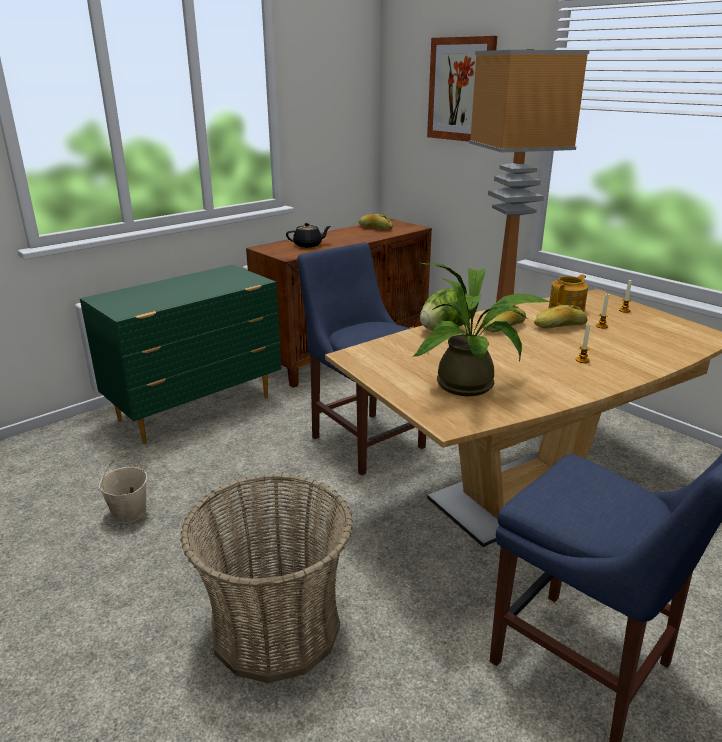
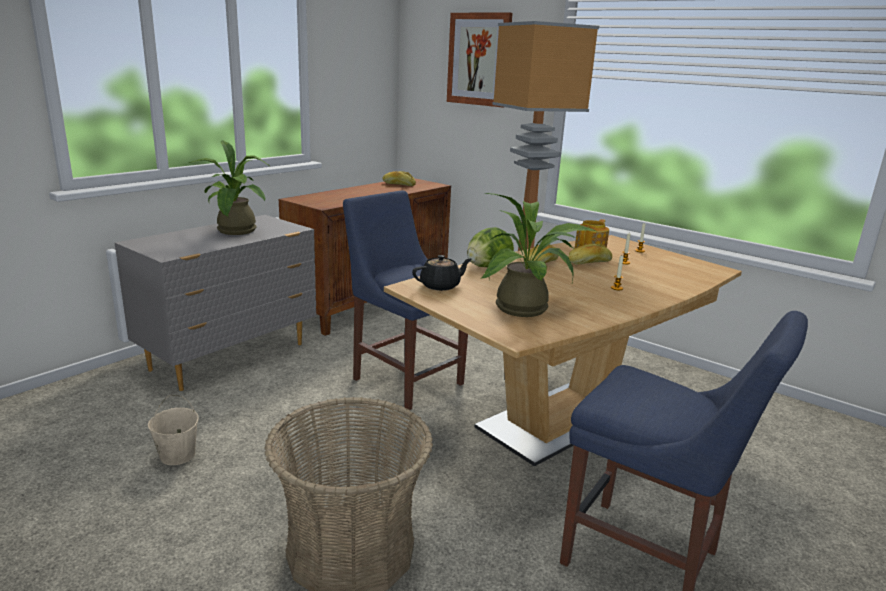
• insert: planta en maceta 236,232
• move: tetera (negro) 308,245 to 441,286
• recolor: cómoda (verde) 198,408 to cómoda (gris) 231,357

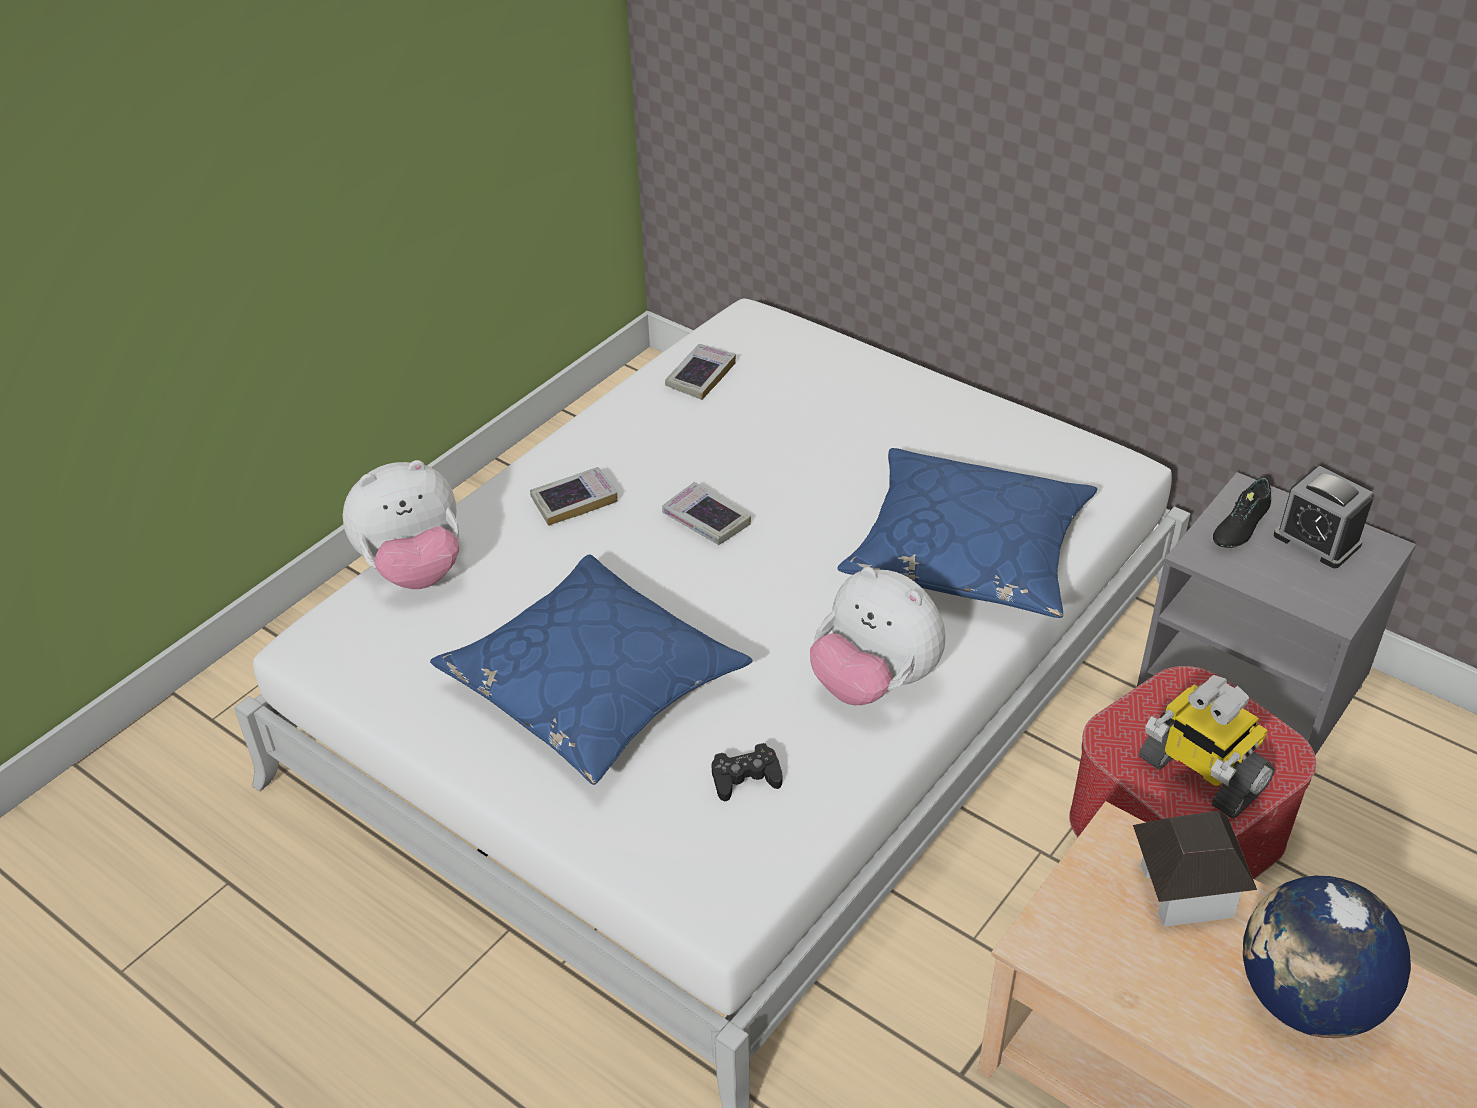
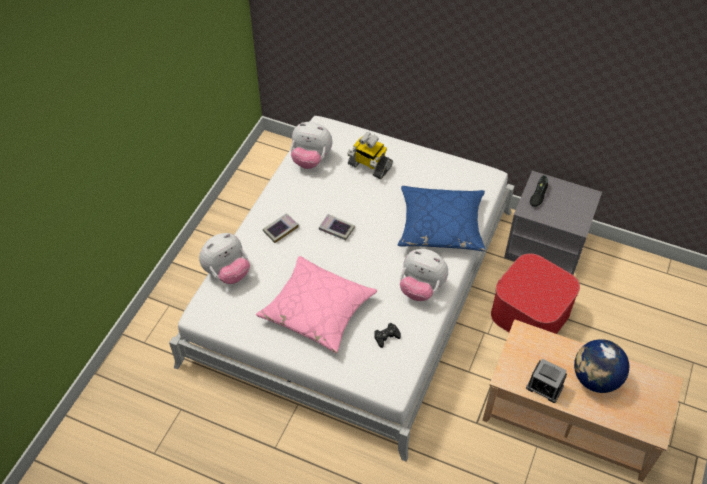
• delete: casita 1184,891
• move: robot de juguete 1200,773 to 369,166
• move: despertador 1317,540 to 544,387
• replace: libro 700,376 to peluche 311,159
• recolor: cojín (azul) 594,685 to cojín (rosa) 317,310

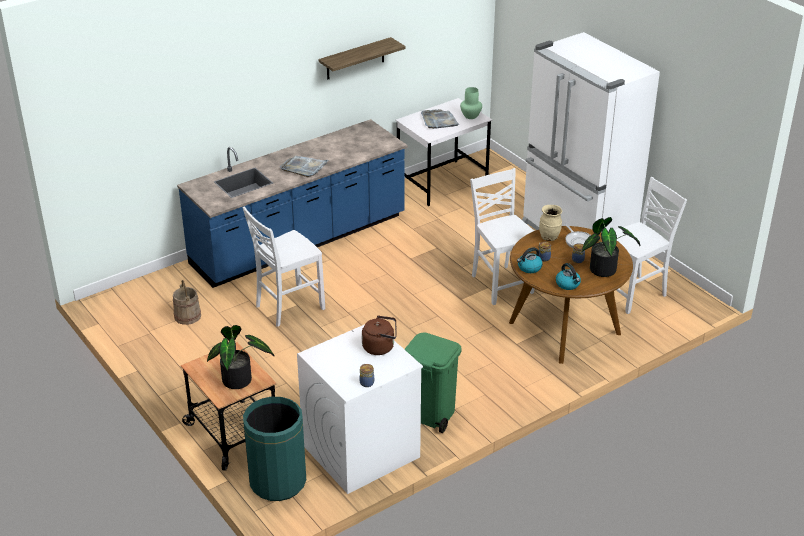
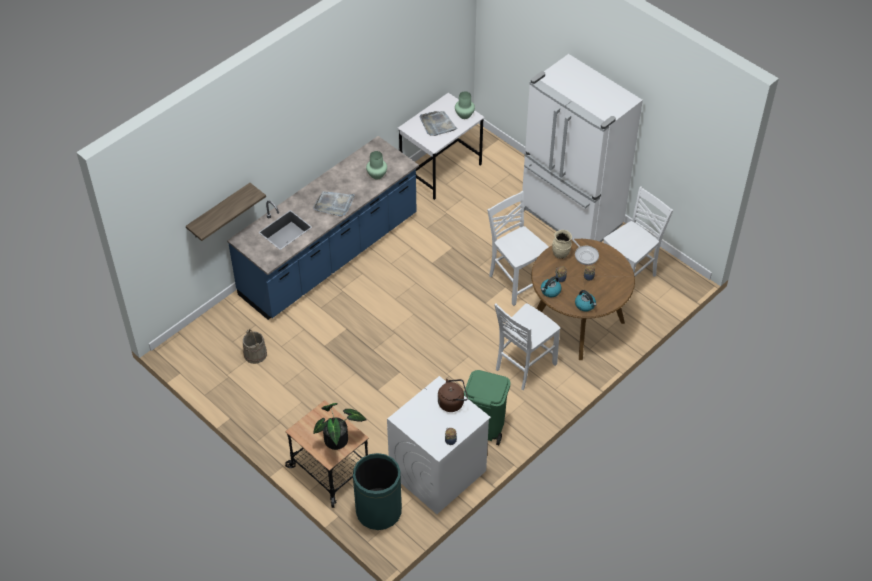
• delete: planta en maceta 606,270
• insert: florero (verde) 376,175
• move: silla (blanco) 288,307 to 524,367
• move: estante 355,59 to 219,211

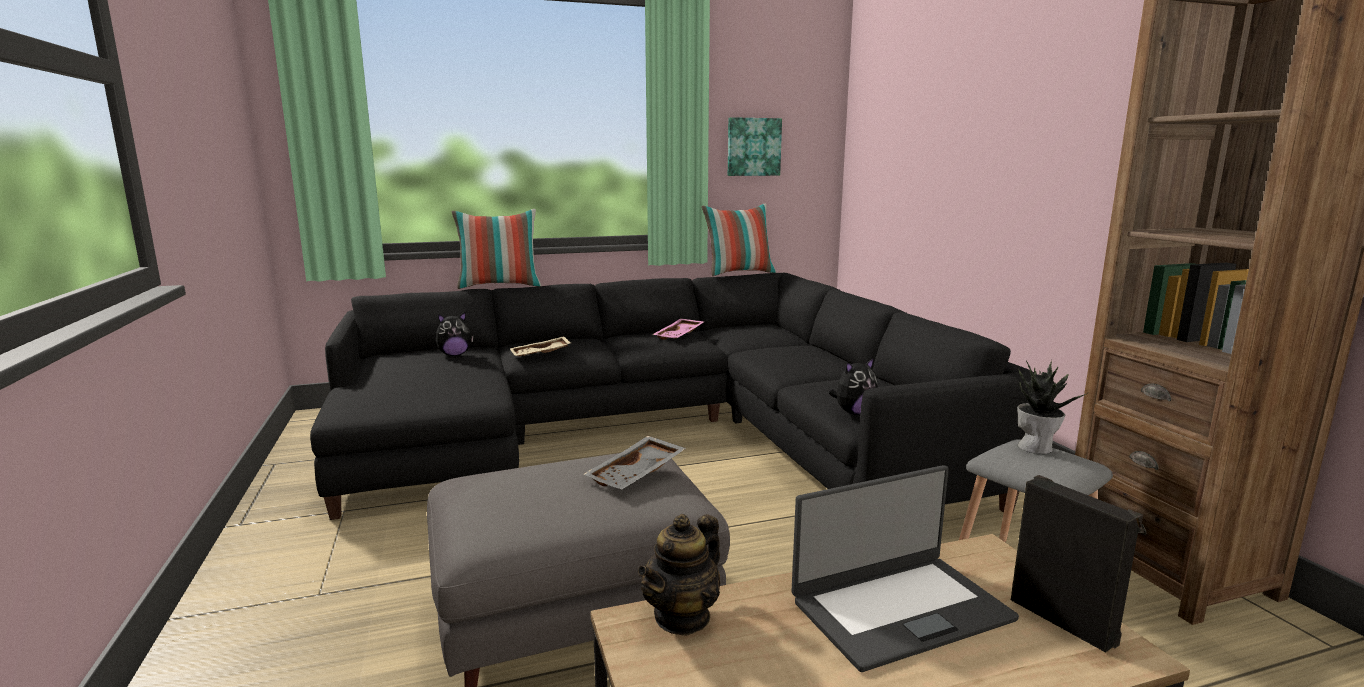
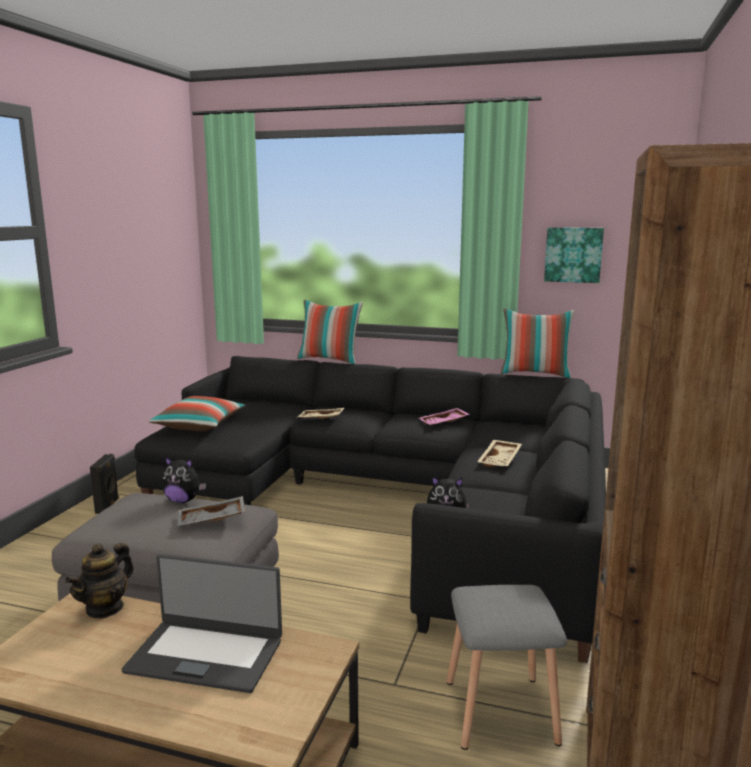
• delete: planta en maceta 1036,447
• insert: cojín 199,426
• insert: bandeja (beis) 500,460
• move: peluche 455,355 to 183,500
• move: altavoz (negro) 1064,620 to 108,506
• rotate: tetera 682,617 = 105,608 45 degrees counterclockwise

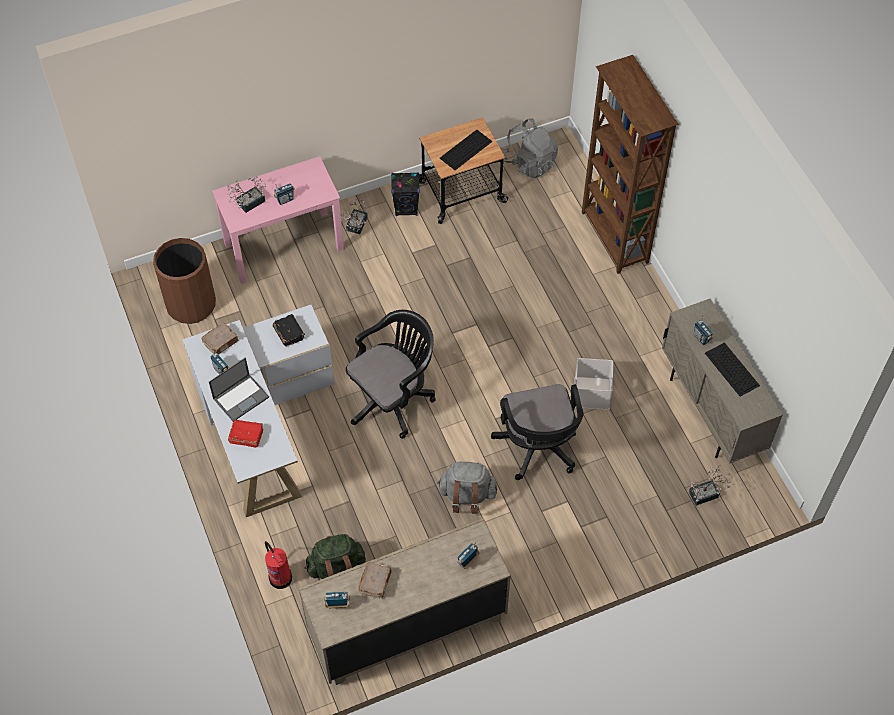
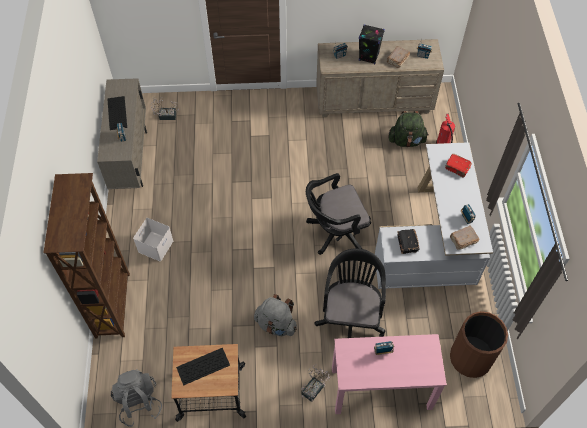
• delete: portátil 241,397
• delete: planta en maceta 248,203
• move: altavoz (negro) 406,208 to 368,57
• move: mochila (gris) 467,495 to 276,324
• move: silla de oficina (negro) 538,448 to 350,317
• move: caja de almacenaje (blanco) 592,393 to 155,245

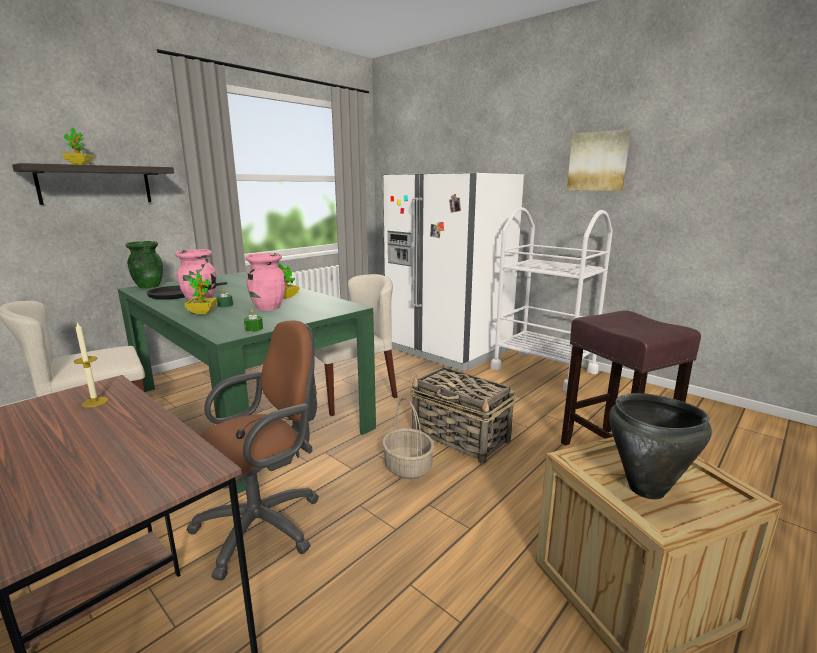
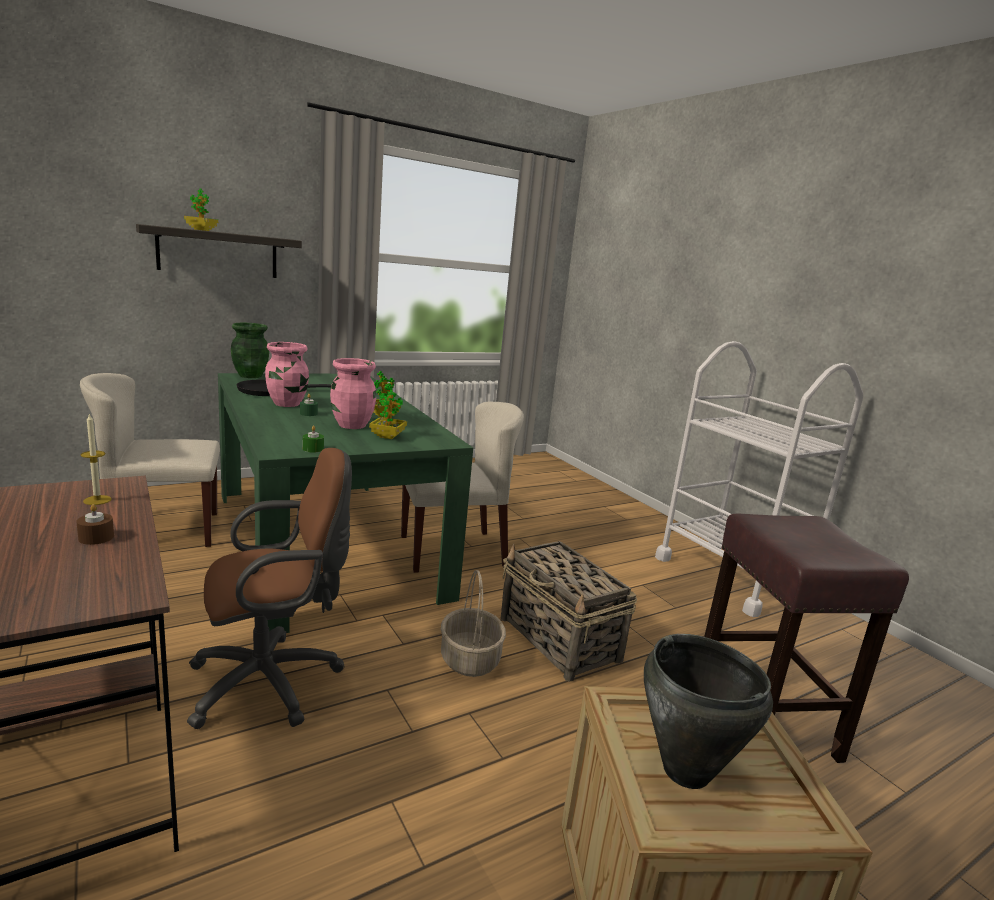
• delete: nevera (blanco) 448,349
• delete: cuadro 598,161
• insert: vela (marrón) 96,537
• move: planta en maceta 202,312 to 387,436

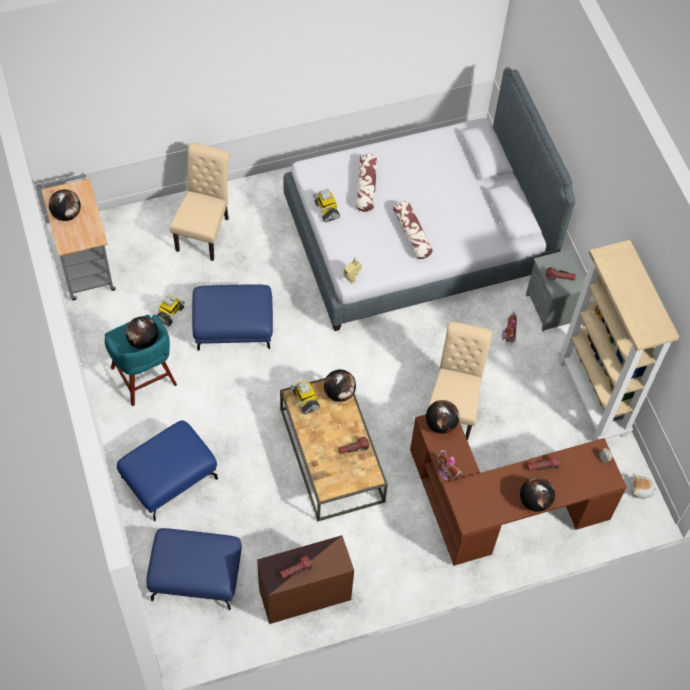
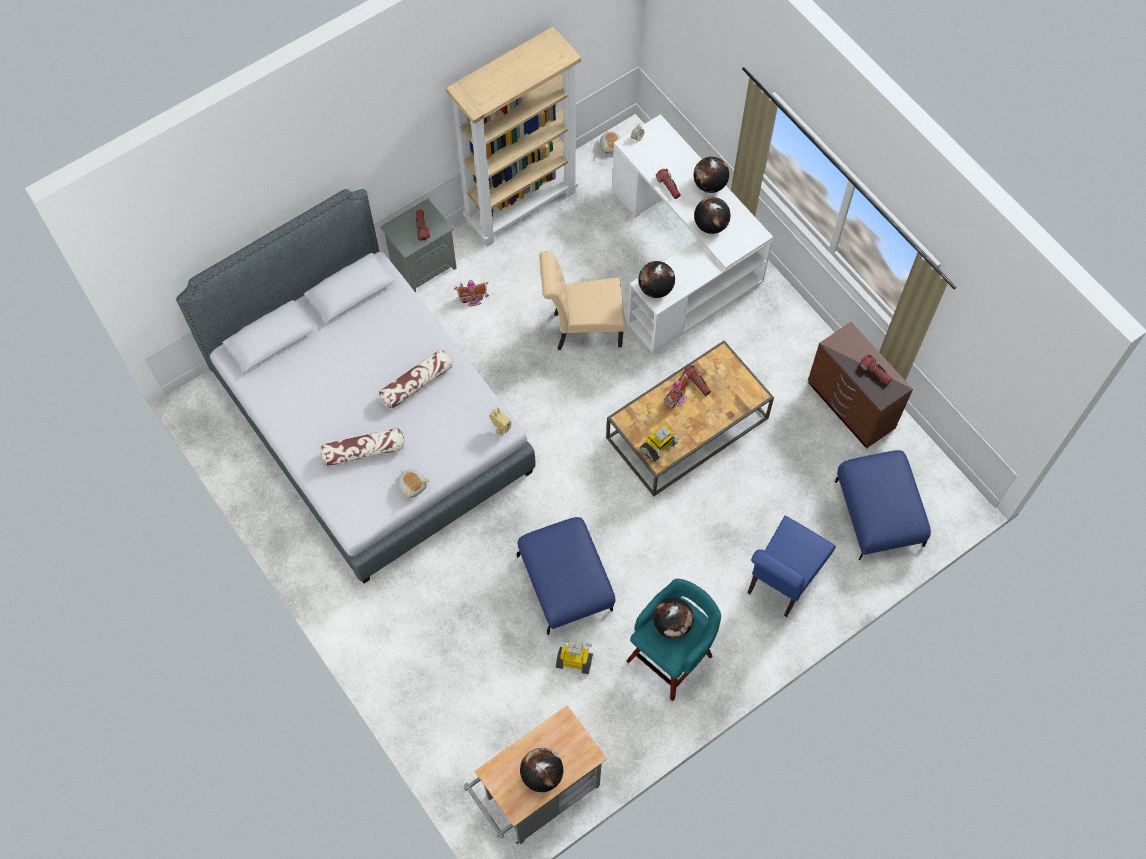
• delete: silla (beis) 204,231
• move: globo terráqueo 339,393 to 710,225
• move: casita 446,472 to 677,399
• replace: puf (azul) 169,477 to silla (azul) 781,582
• replace: robot de juguete 326,210 to peluche 412,485
• recolor: escritorio (marrón) 499,509 to escritorio (blanco) 682,259

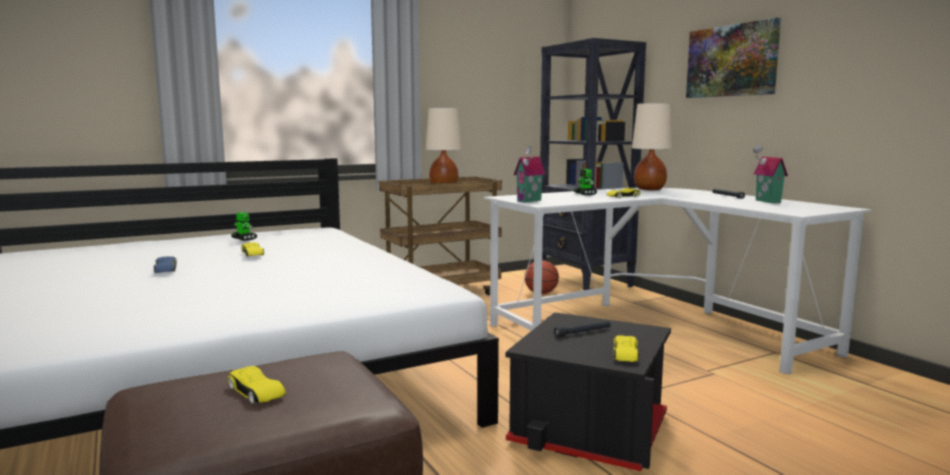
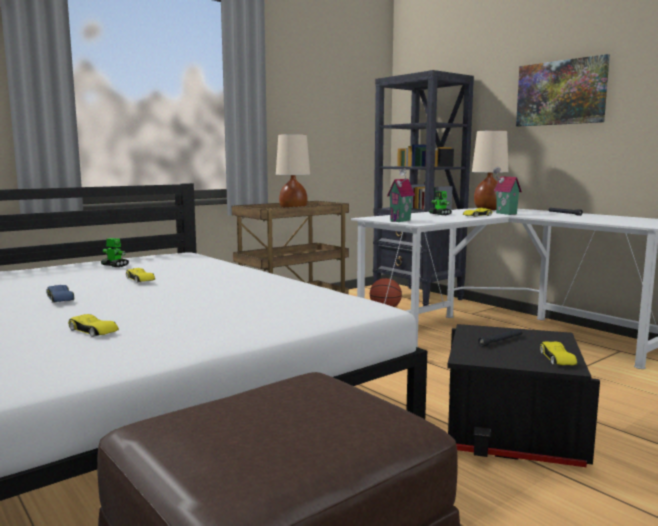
• move: coche de juguete (amarillo) 256,392 to 93,331
• move: casita 766,201 to 505,213

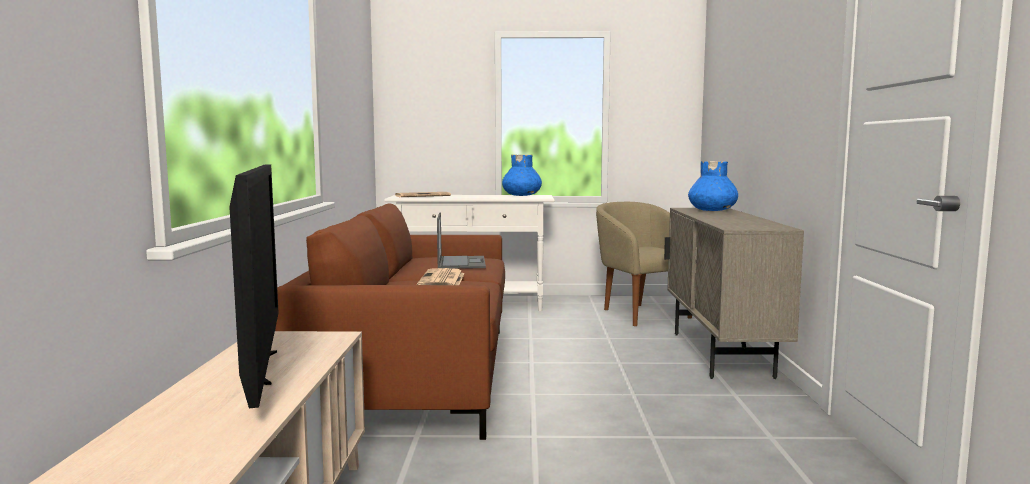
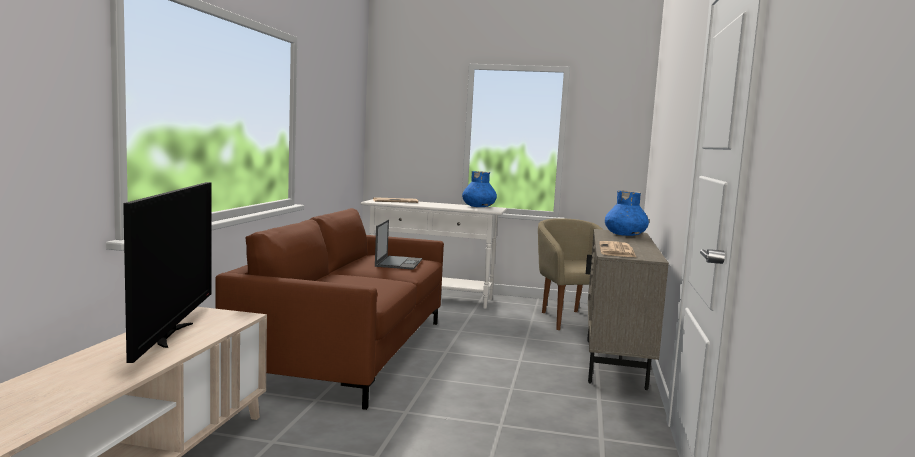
• move: periódico 442,280 to 617,251

